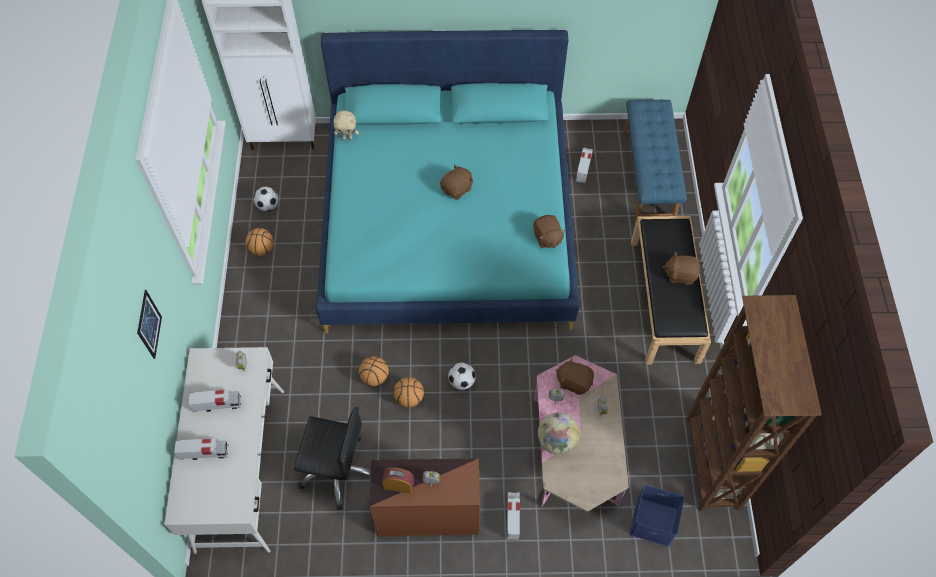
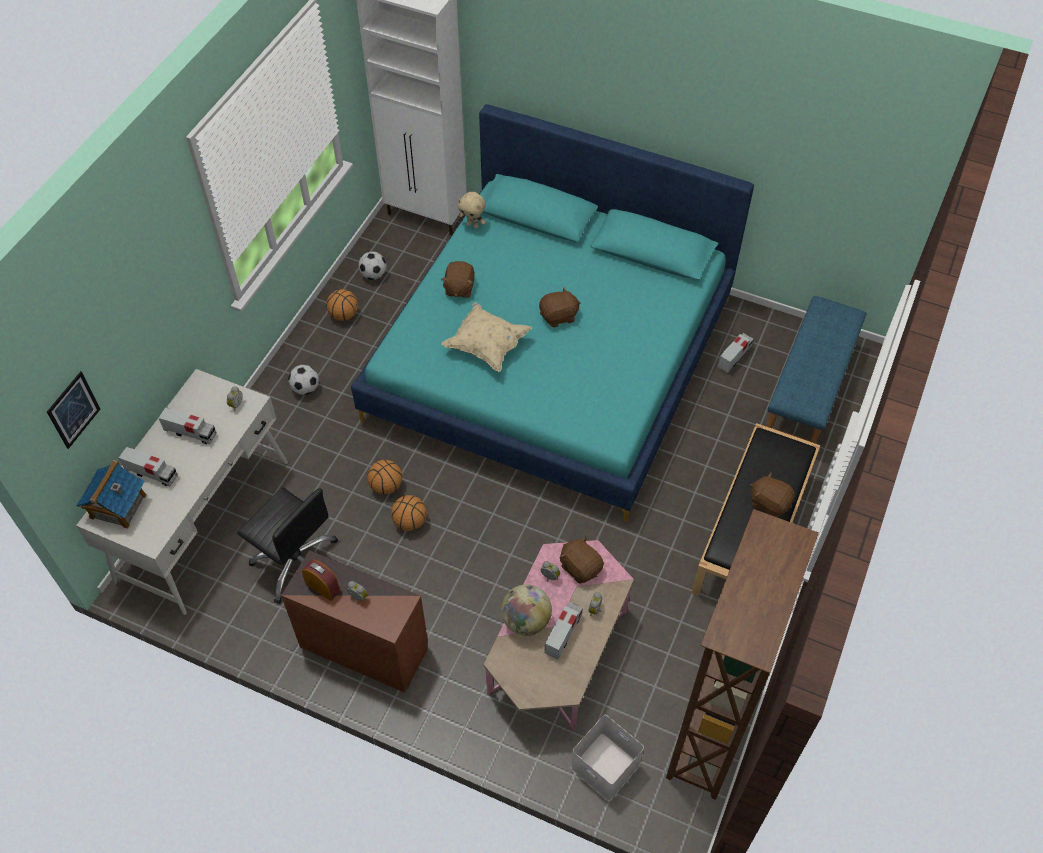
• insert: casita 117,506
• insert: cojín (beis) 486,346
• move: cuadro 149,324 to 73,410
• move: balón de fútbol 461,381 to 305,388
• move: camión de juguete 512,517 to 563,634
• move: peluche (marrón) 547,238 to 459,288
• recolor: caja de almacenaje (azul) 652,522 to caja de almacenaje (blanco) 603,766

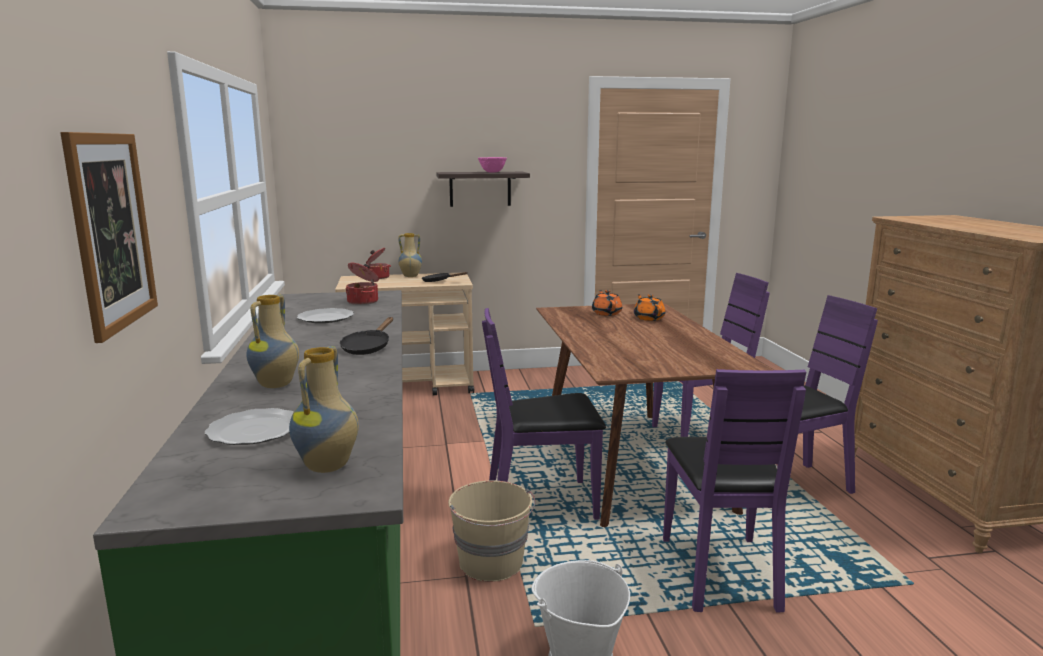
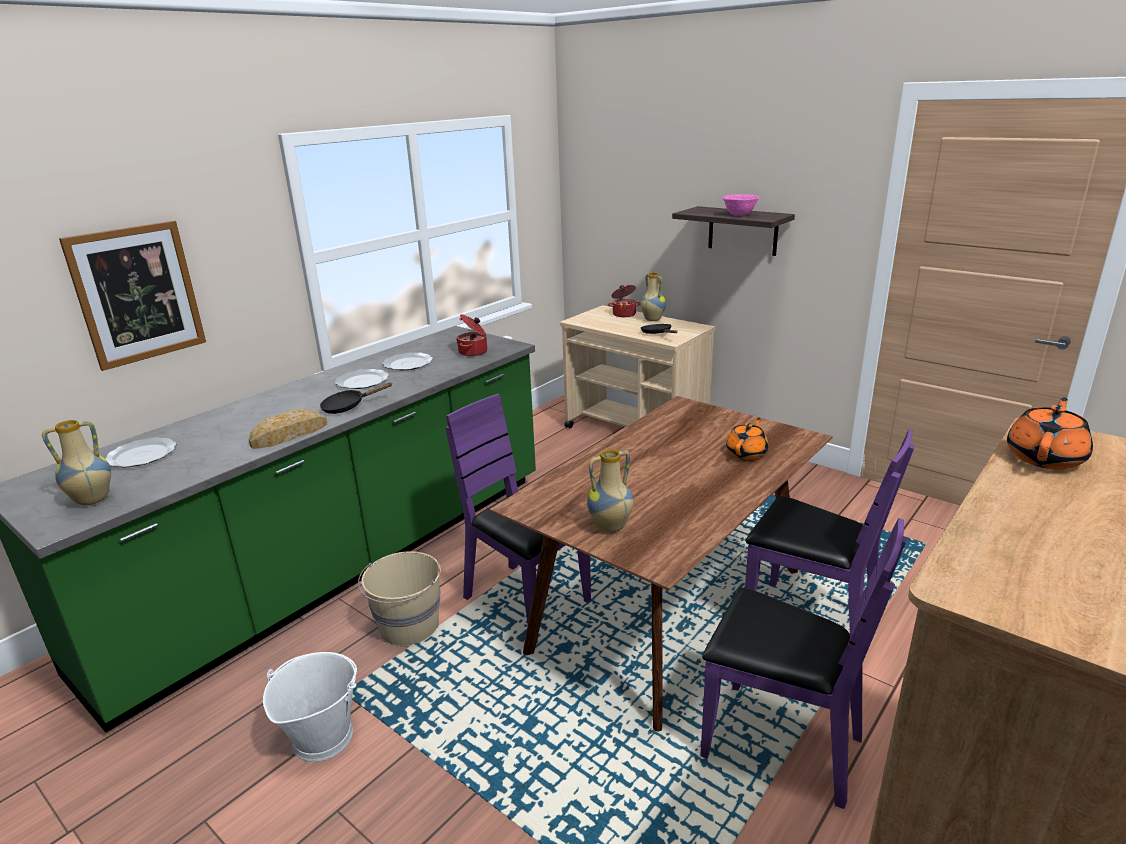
• delete: silla (morado) 721,572
• insert: pan 289,435
• insert: plato 361,381
• move: florero 277,385 to 610,528
• move: tetera (naranja) 606,313 to 1045,457

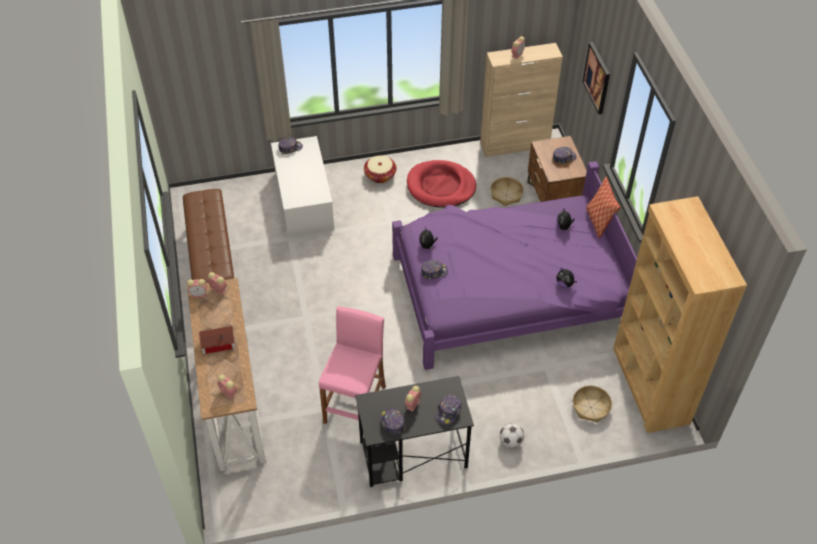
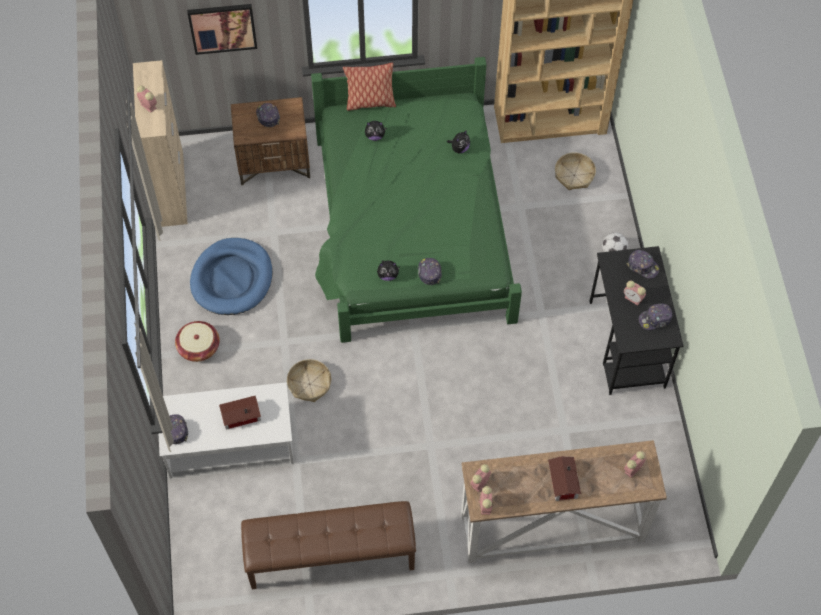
• delete: taburete (rosa) 355,404
• insert: casita 239,415
• move: cesta 506,195 to 309,384
• recolor: cama (morado) 507,291 to cama (verde) 412,229
• recolor: cama para perro (rojo) 441,186 to cama para perro (azul) 232,279

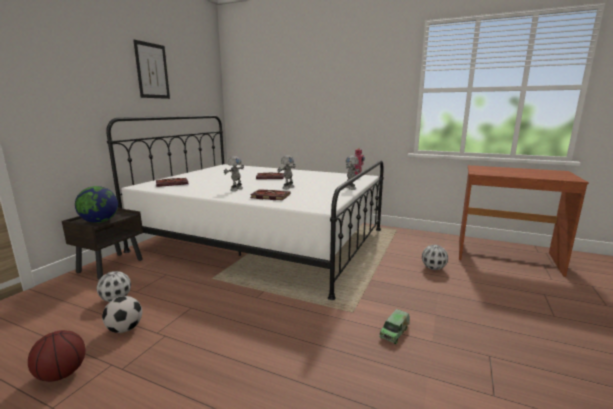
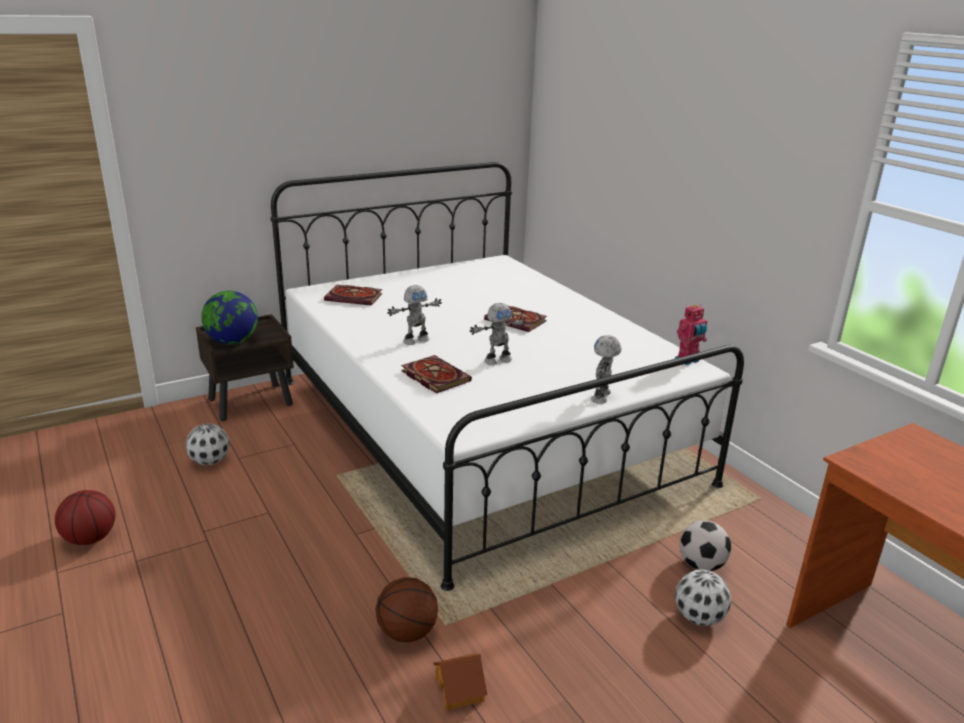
• delete: cuadro 152,71
• insert: balón de baloncesto 408,632
• move: balón de fútbol 125,329 to 701,565
• replace: camión de juguete 394,332 to casita 460,689

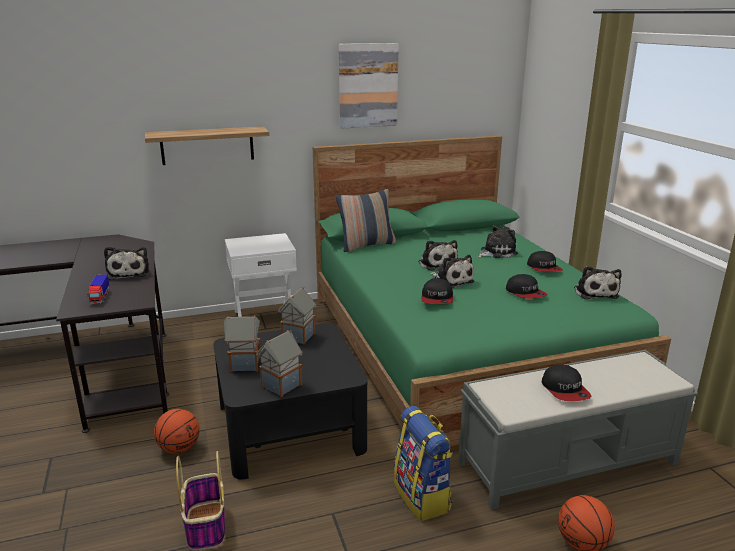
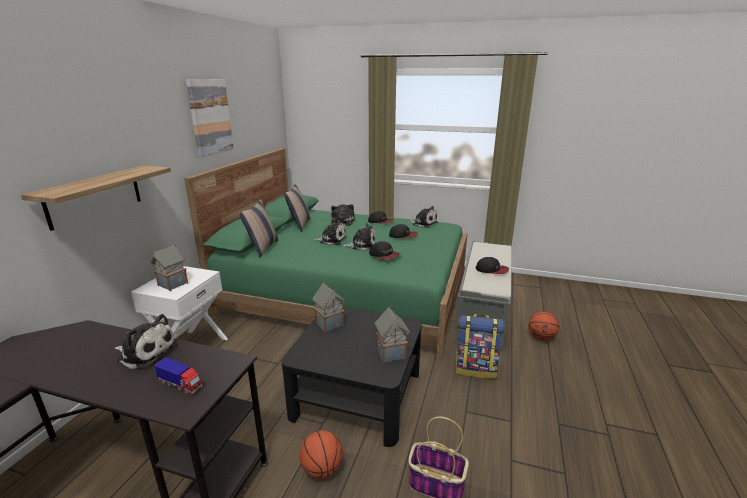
• insert: cojín 300,225
• move: casita 244,364 to 172,284

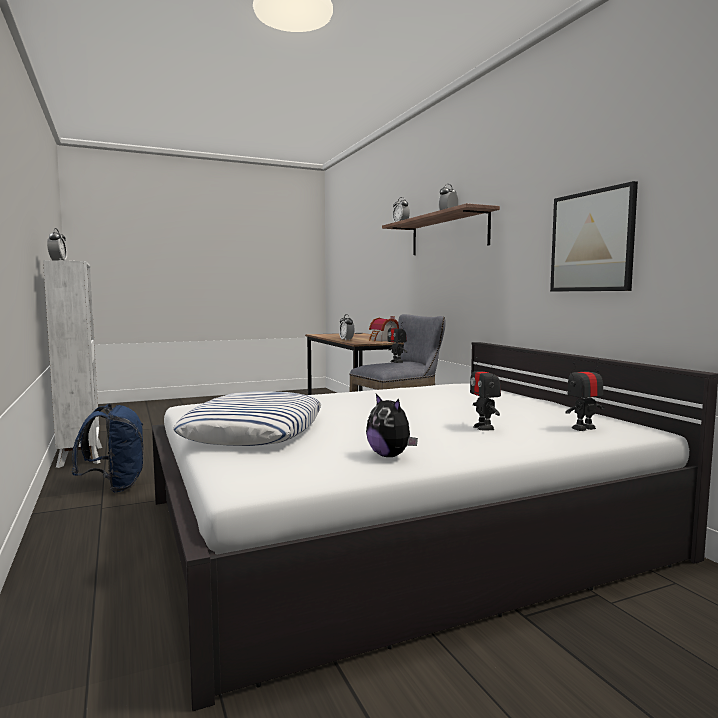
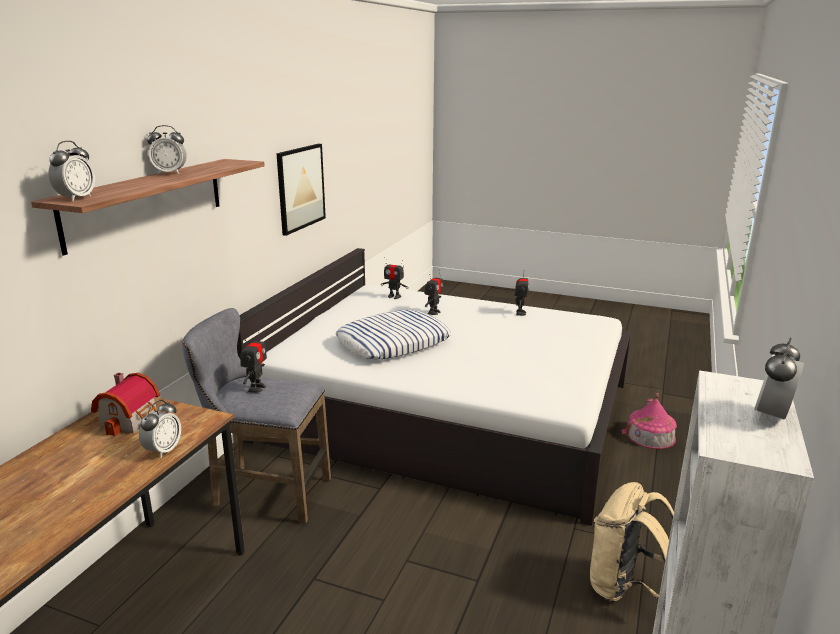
• insert: casita 650,435
• move: cojín 254,430 to 393,342
• replace: peluche 390,456 to robot de juguete 520,313
• recolor: mochila (azul) 115,486 to mochila (beis) 626,588

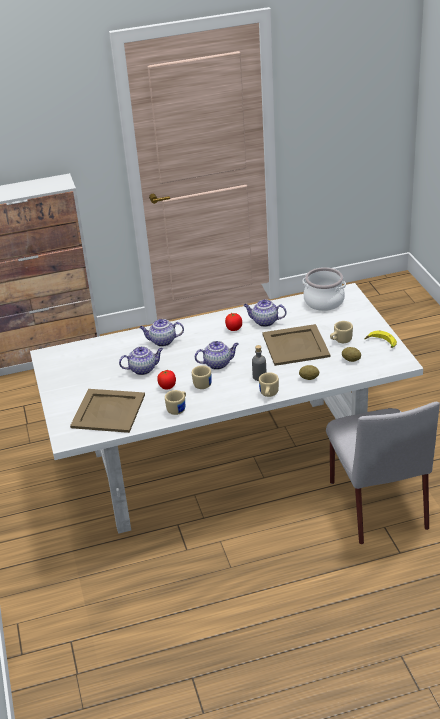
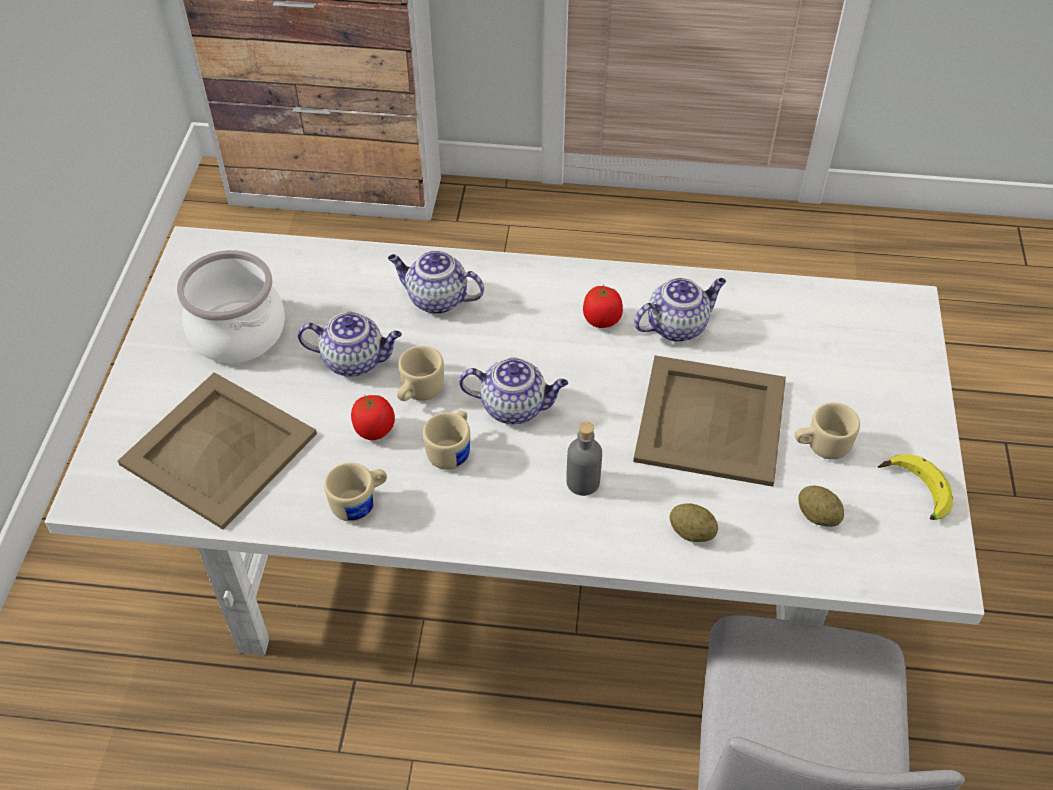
• move: taza grande (beis) 268,394 to 418,392
• move: olla 324,302 to 236,332
• rotate: tetera 264,322 = 677,325 120 degrees clockwise

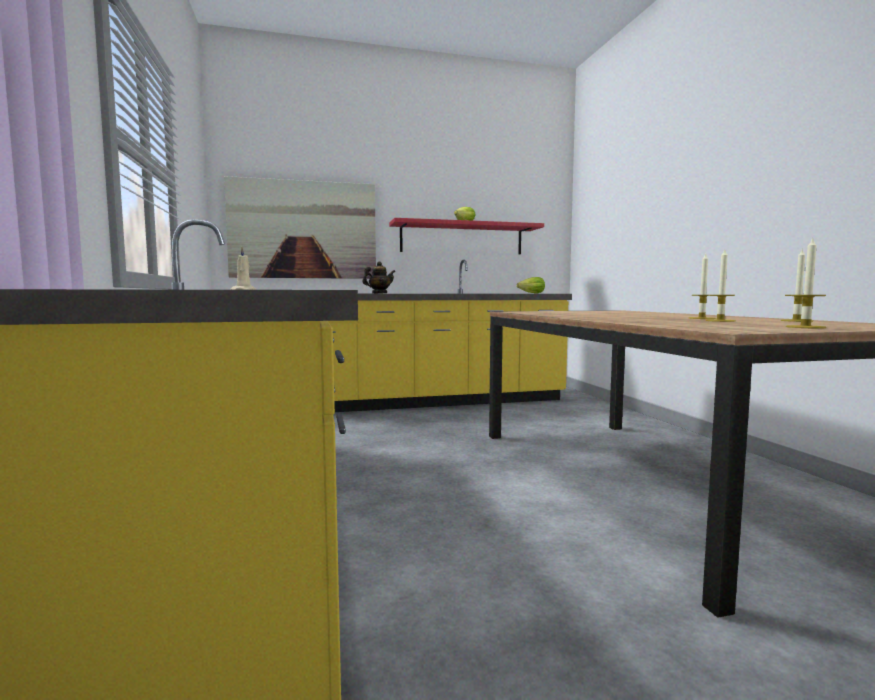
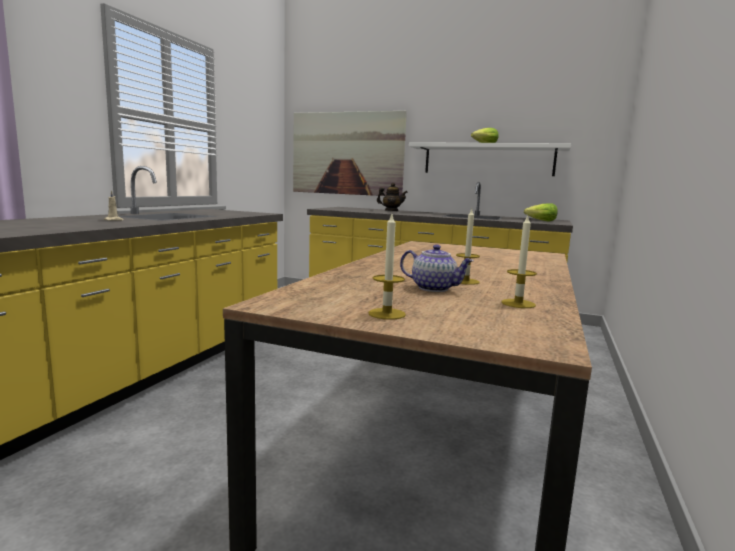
• replace: vela 720,321 to tetera 434,288
• recolor: estante (rojo) 462,239 to estante (blanco) 488,160

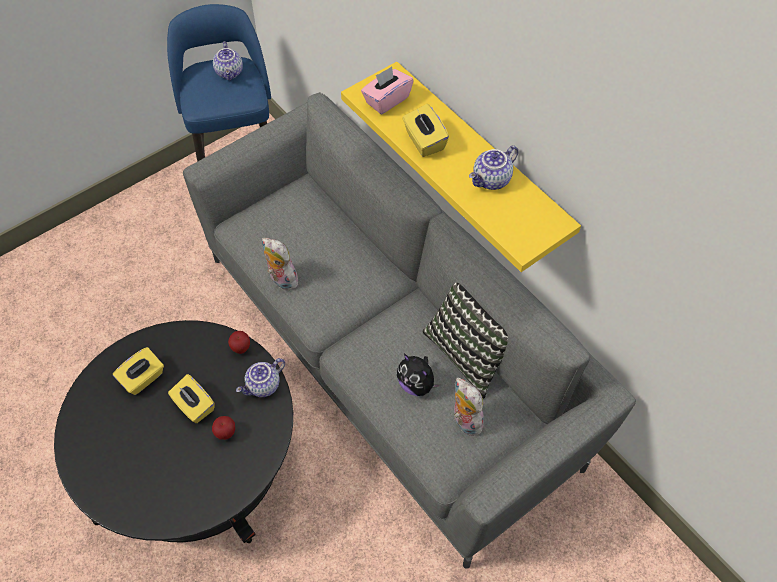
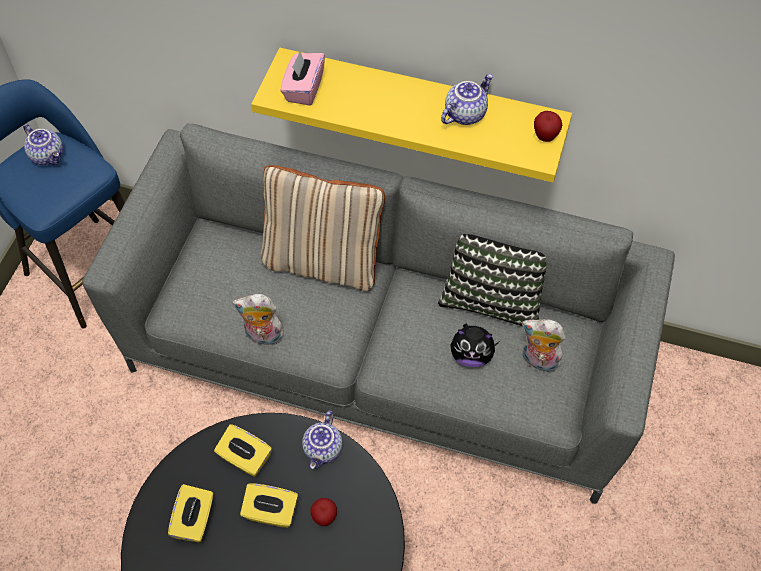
• insert: cojín (beis) 323,261
• move: manzana 241,348 to 545,137
• move: caja de pañuelos (amarillo) 424,141 to 245,458
• rotate: tetera 492,180 = 464,113 150 degrees counterclockwise

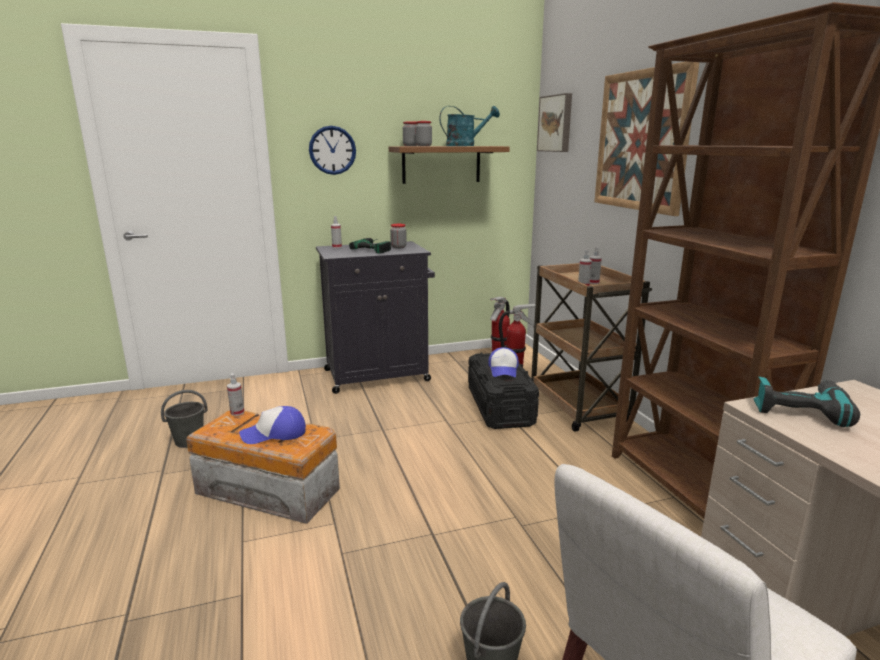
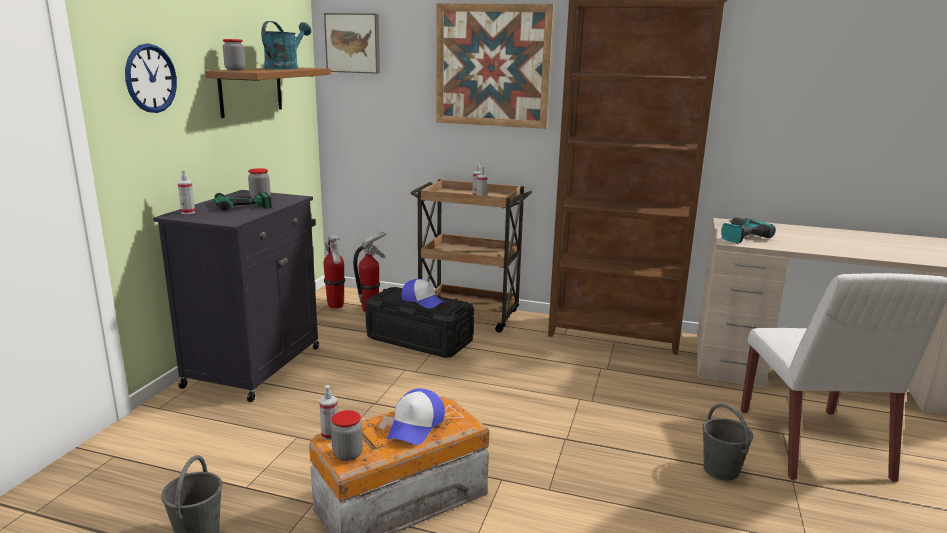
• move: tarro 423,146 to 347,454

